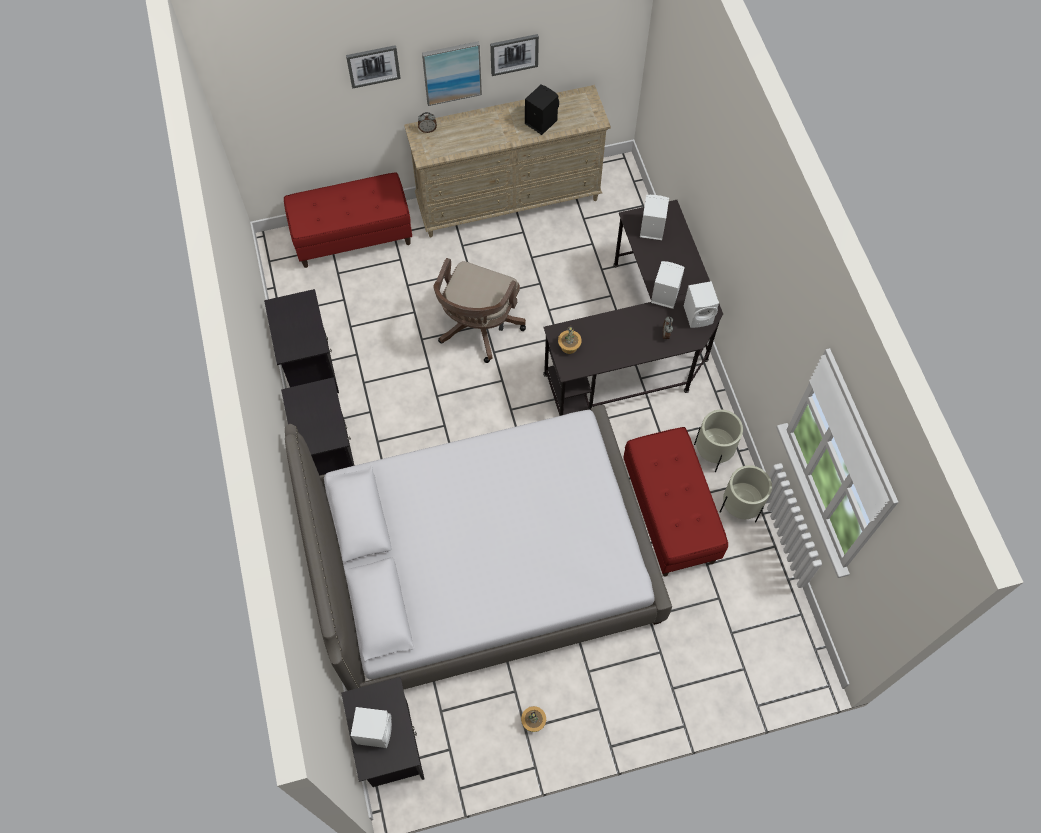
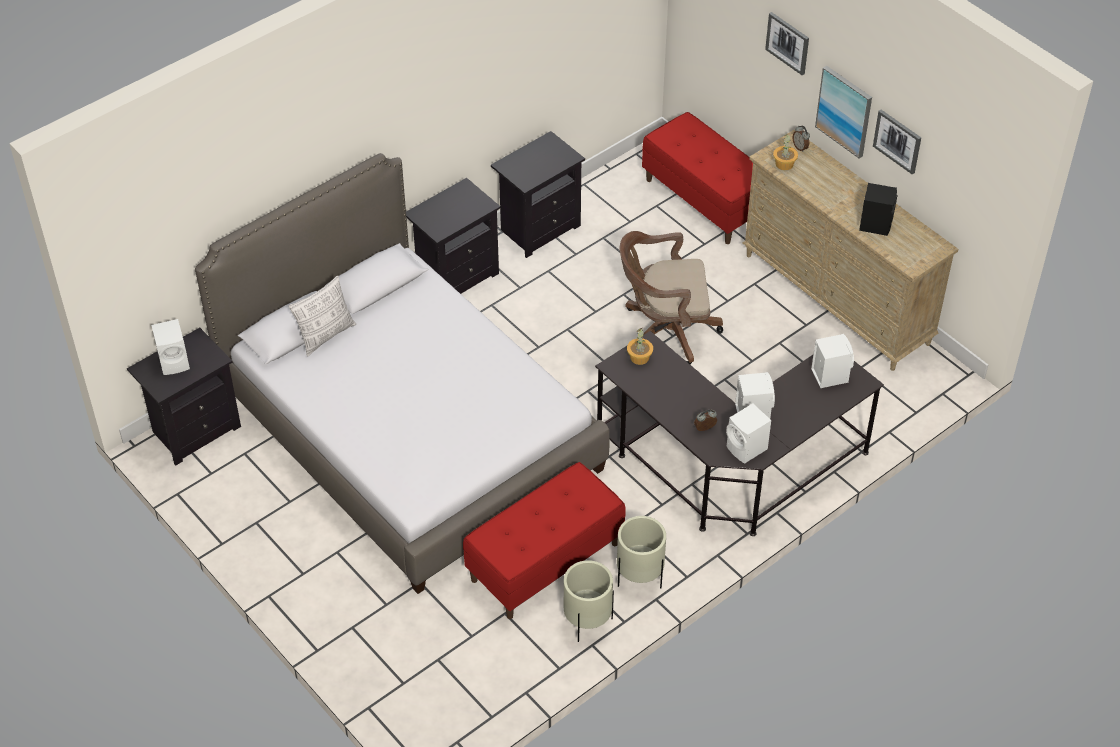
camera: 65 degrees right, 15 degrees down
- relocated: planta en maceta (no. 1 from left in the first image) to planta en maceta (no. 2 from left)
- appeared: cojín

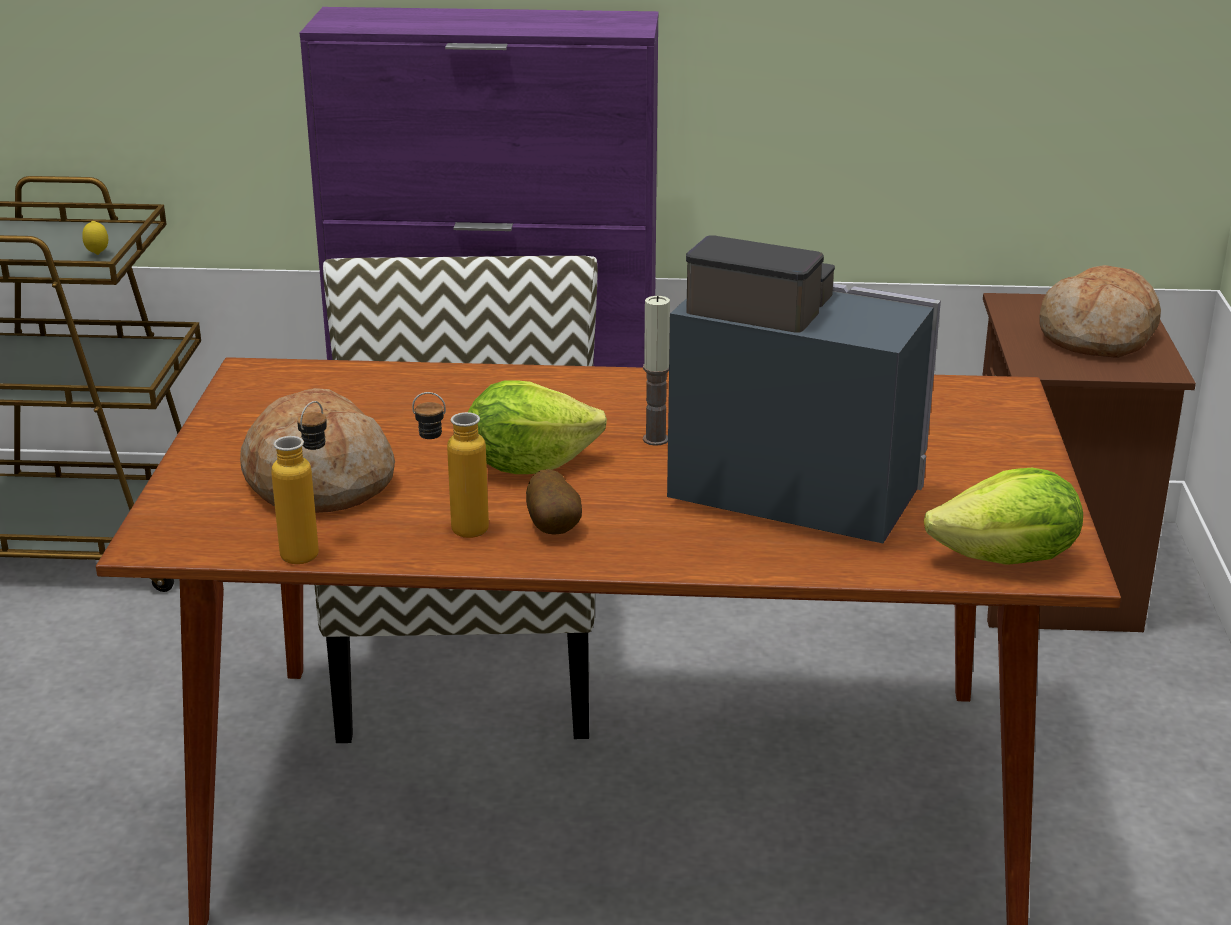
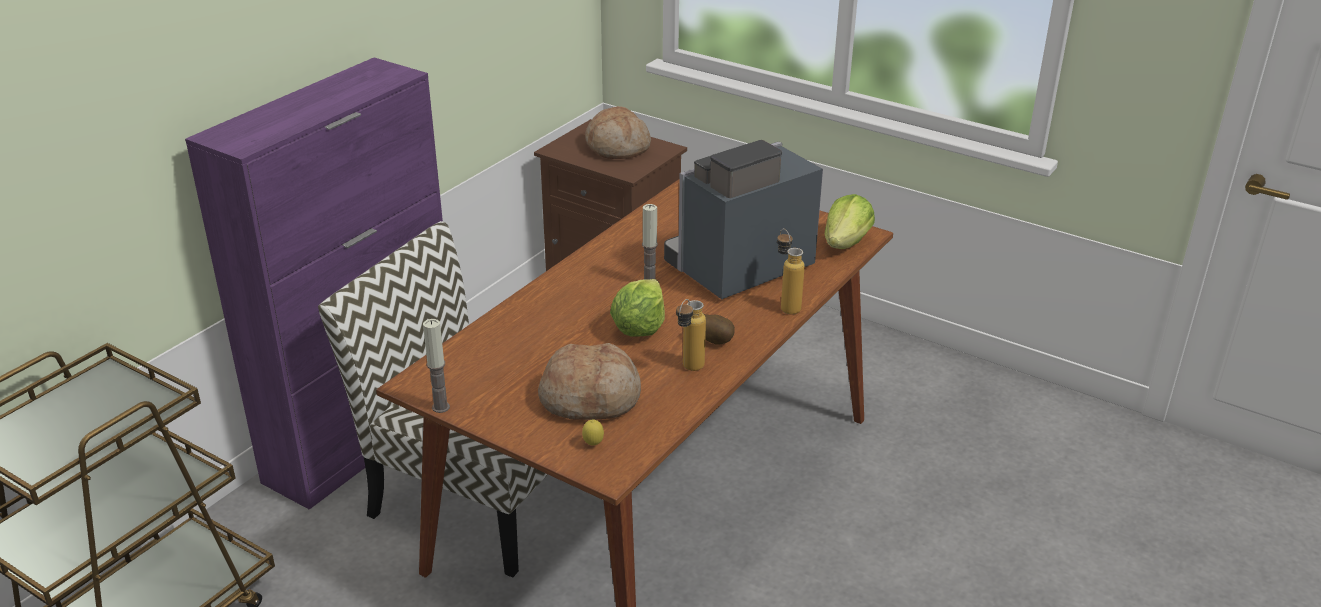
camera: 60 degrees left, 5 degrees up
- relocated: limón
- relocated: botella (no. 1 from left in the first image) to botella (no. 2 from left)
- appeared: vela (no. 1 from left)

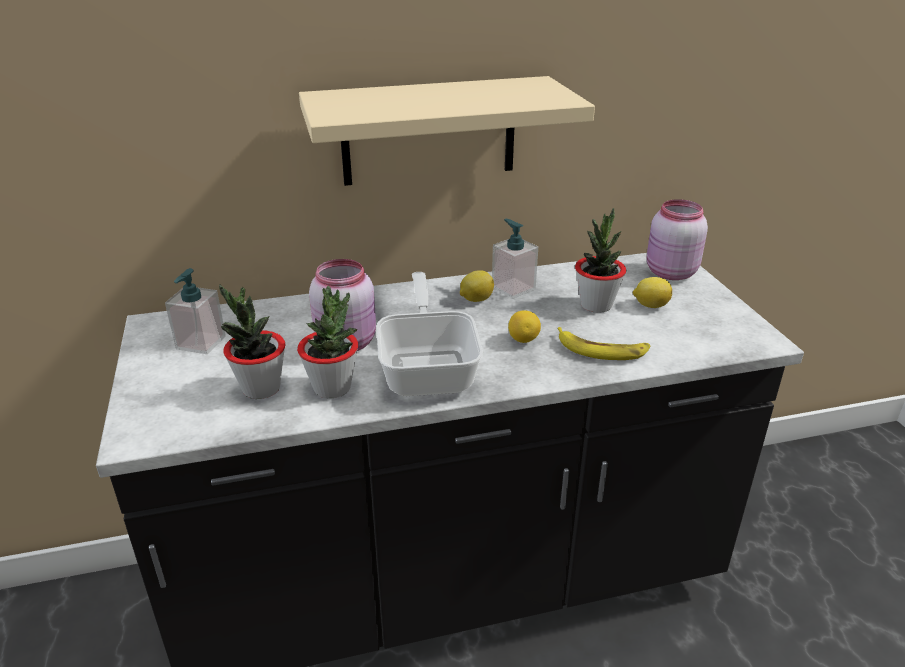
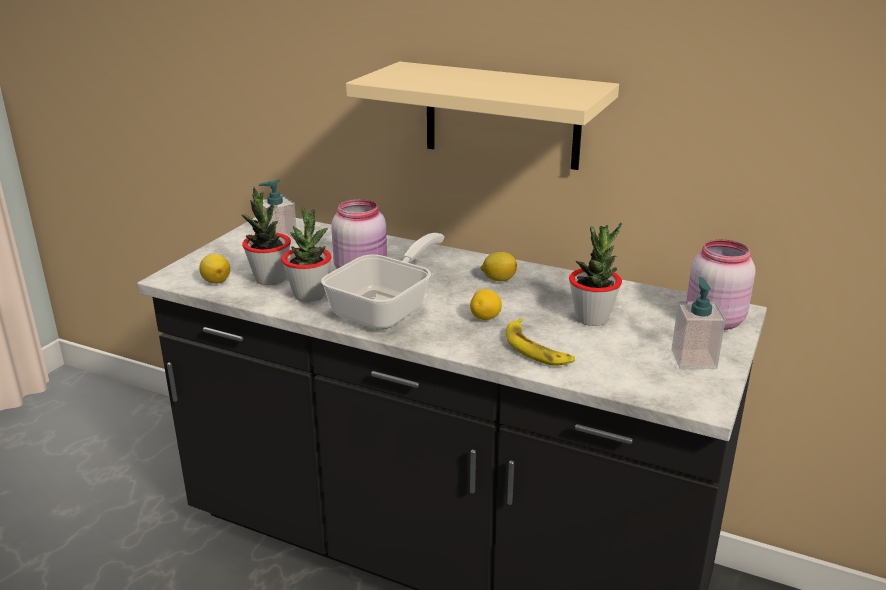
camera: 40 degrees right, 5 degrees down
- relocated: dispensador de jabón (no. 2 from left)
- relocated: limón (no. 3 from left in the first image) to limón (no. 1 from left)

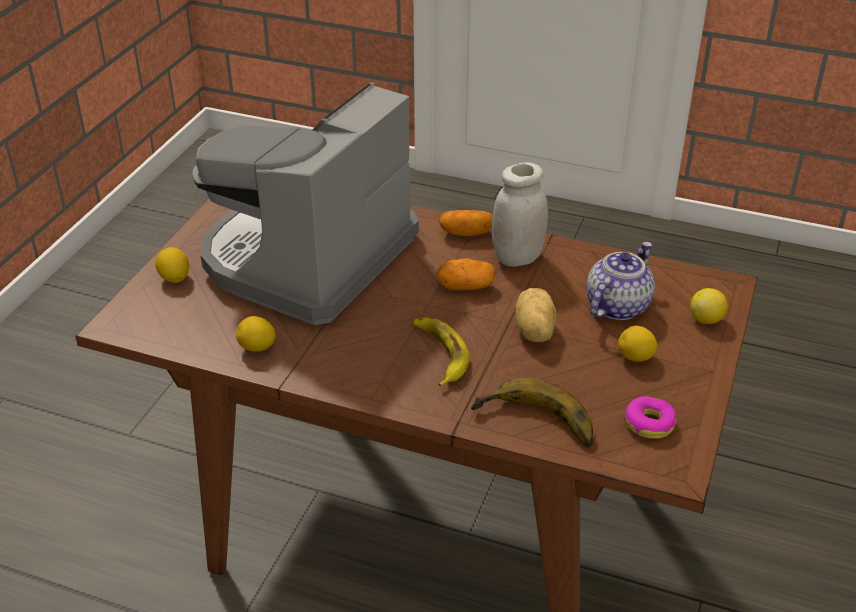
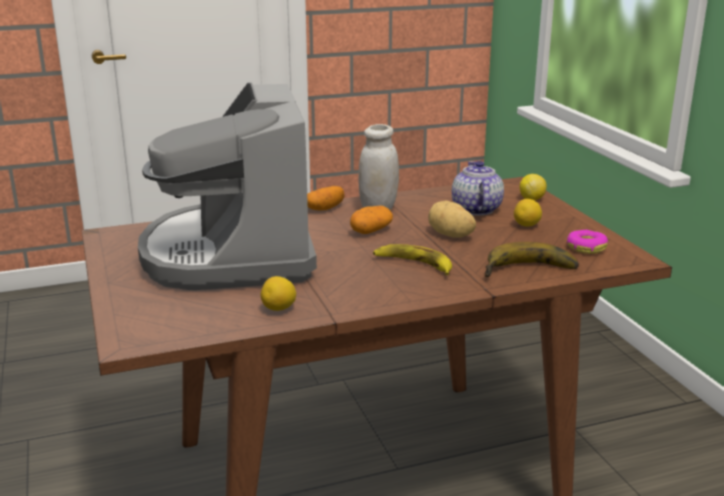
camera: 40 degrees left, 15 degrees down
- missing: limón (no. 1 from left)

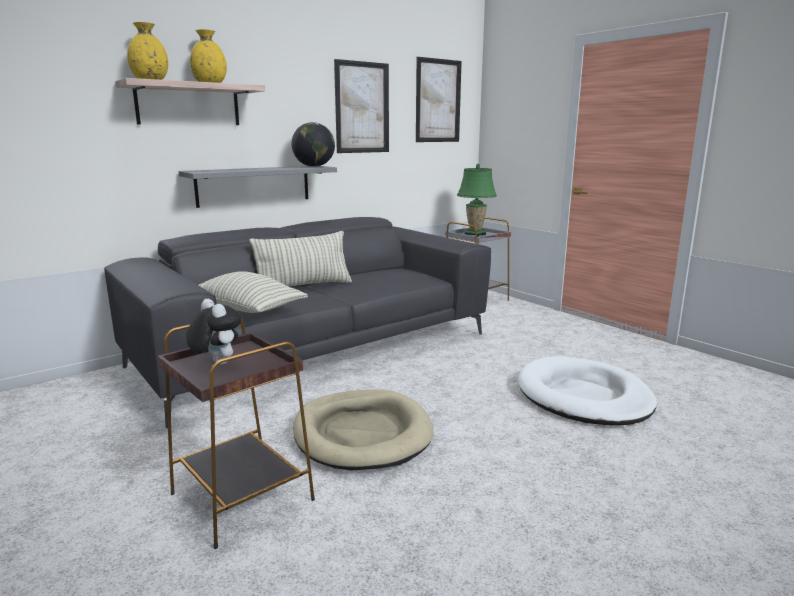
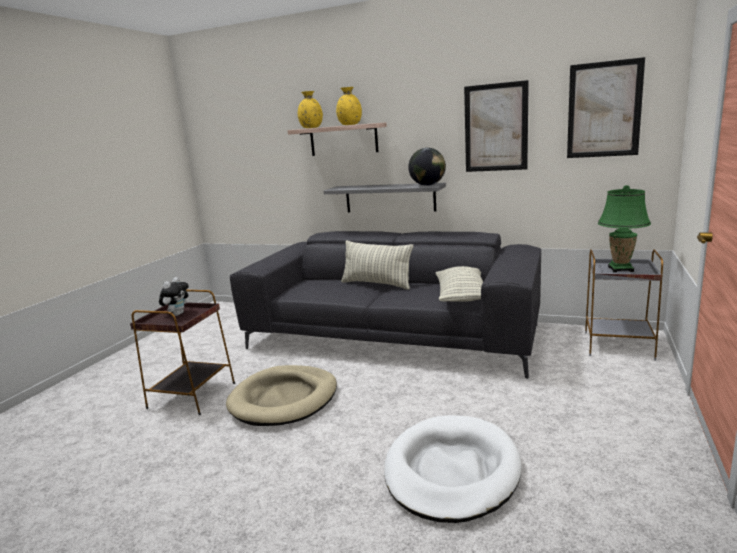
camera: 60 degrees right, 0 degrees up
- relocated: cojín (no. 1 from left in the first image) to cojín (no. 2 from left)

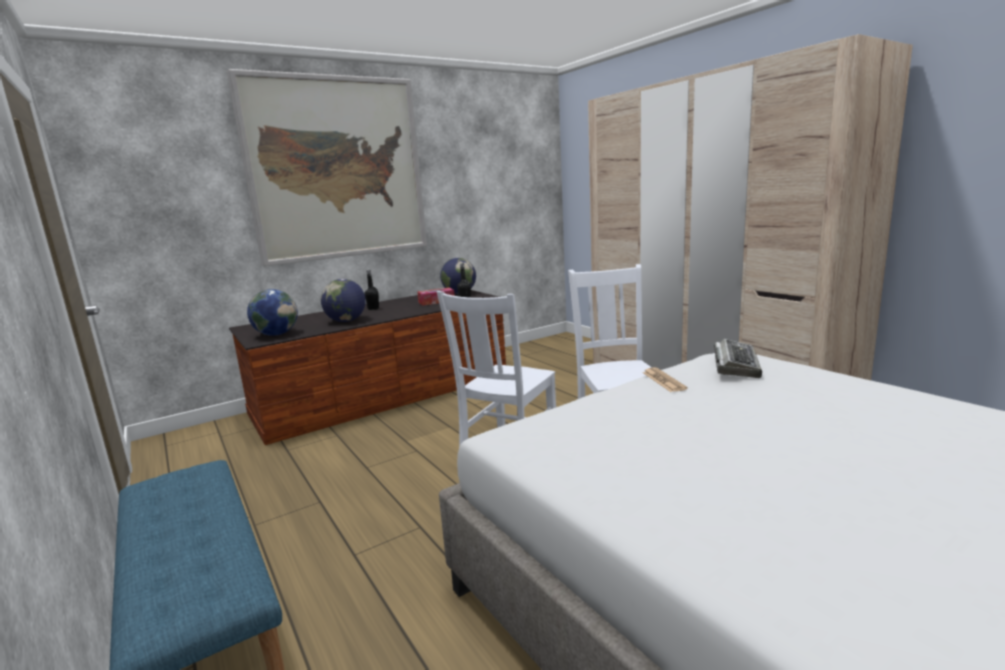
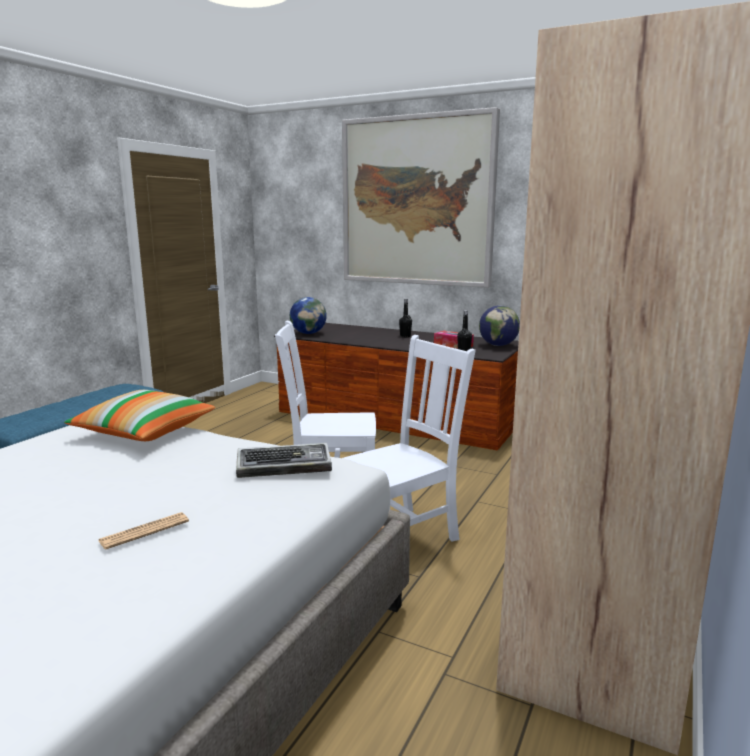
camera: 60 degrees right, 0 degrees up
- missing: globo terráqueo (no. 2 from left)
- relocated: periódico
- appeared: cojín

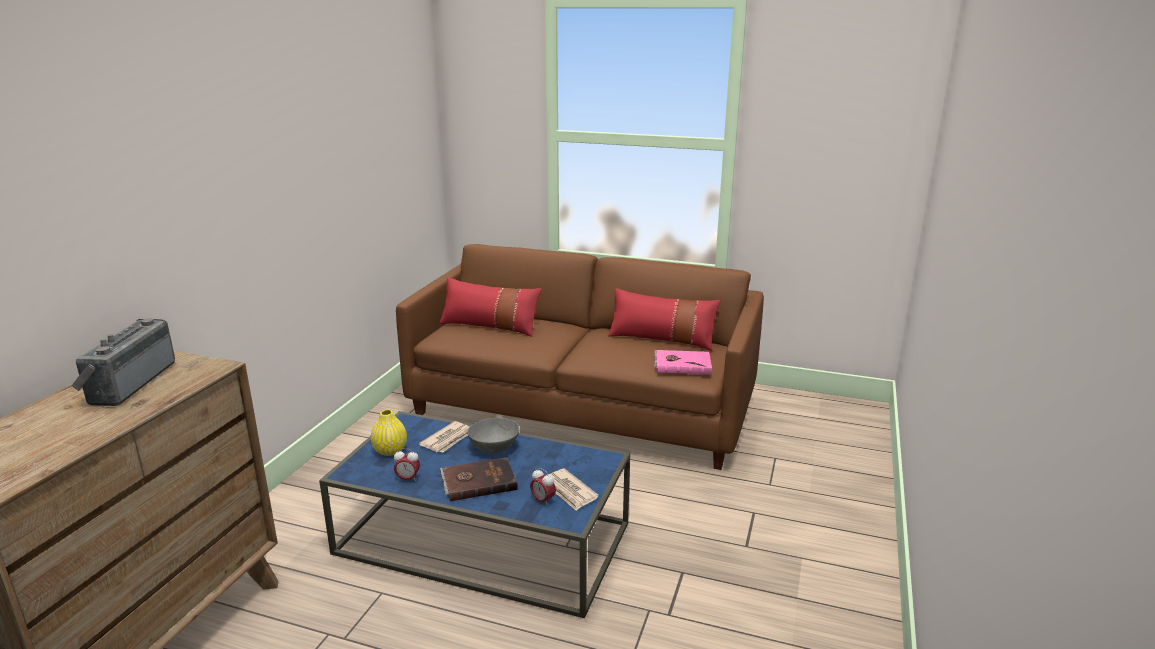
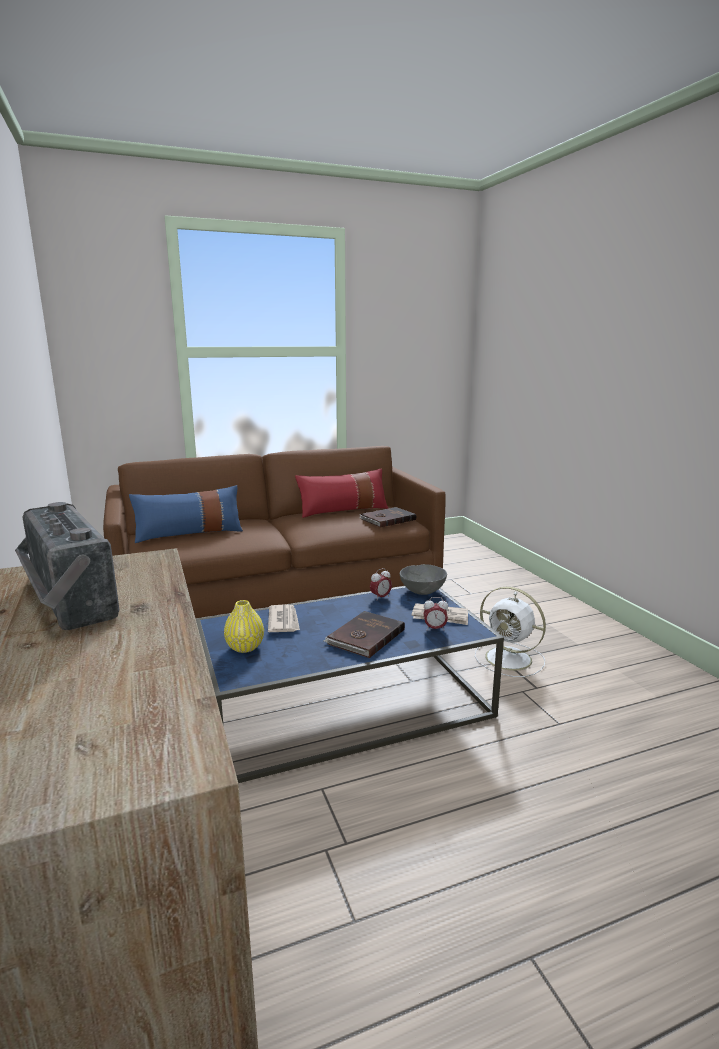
camera: 40 degrees left, 5 degrees down
- relocated: despertador (no. 1 from left)
- colour: cojín/rojo (no. 1 from left) to cojín/azul
- relocated: cuenco/gris
- colour: libro/rosa to libro/marrón (no. 2 from left)
- appeared: ventilador/blanco

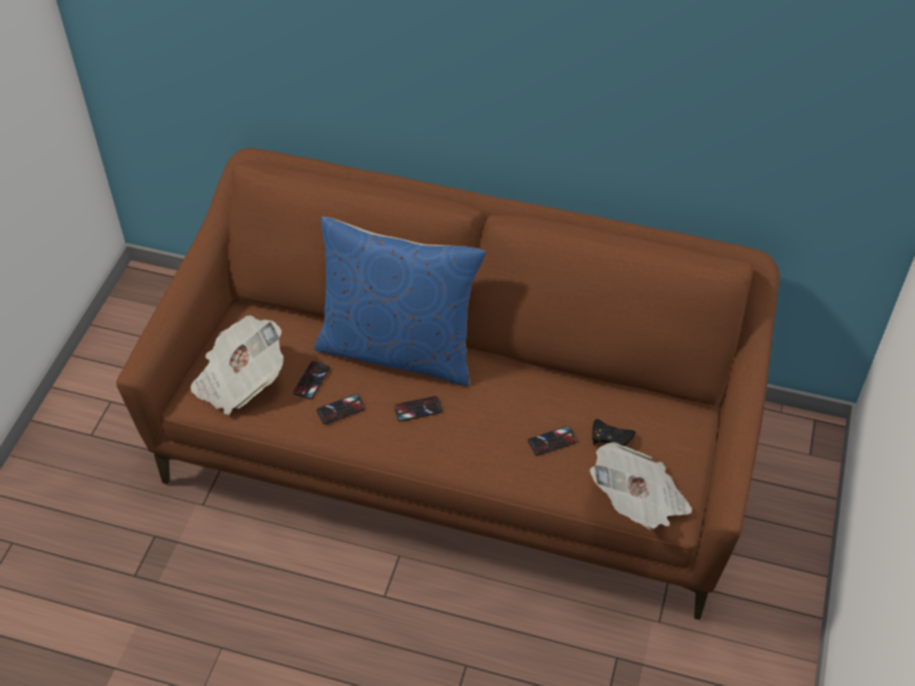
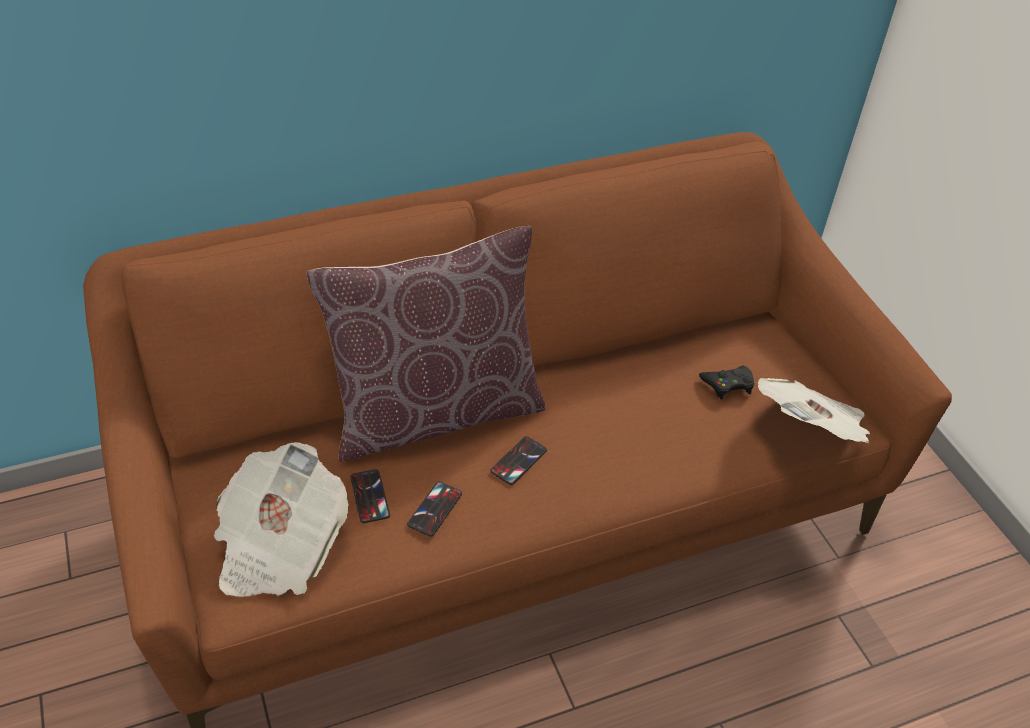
camera: 40 degrees left, 5 degrees down
- colour: cojín/azul to cojín/marrón
- missing: móvil (no. 4 from left)

